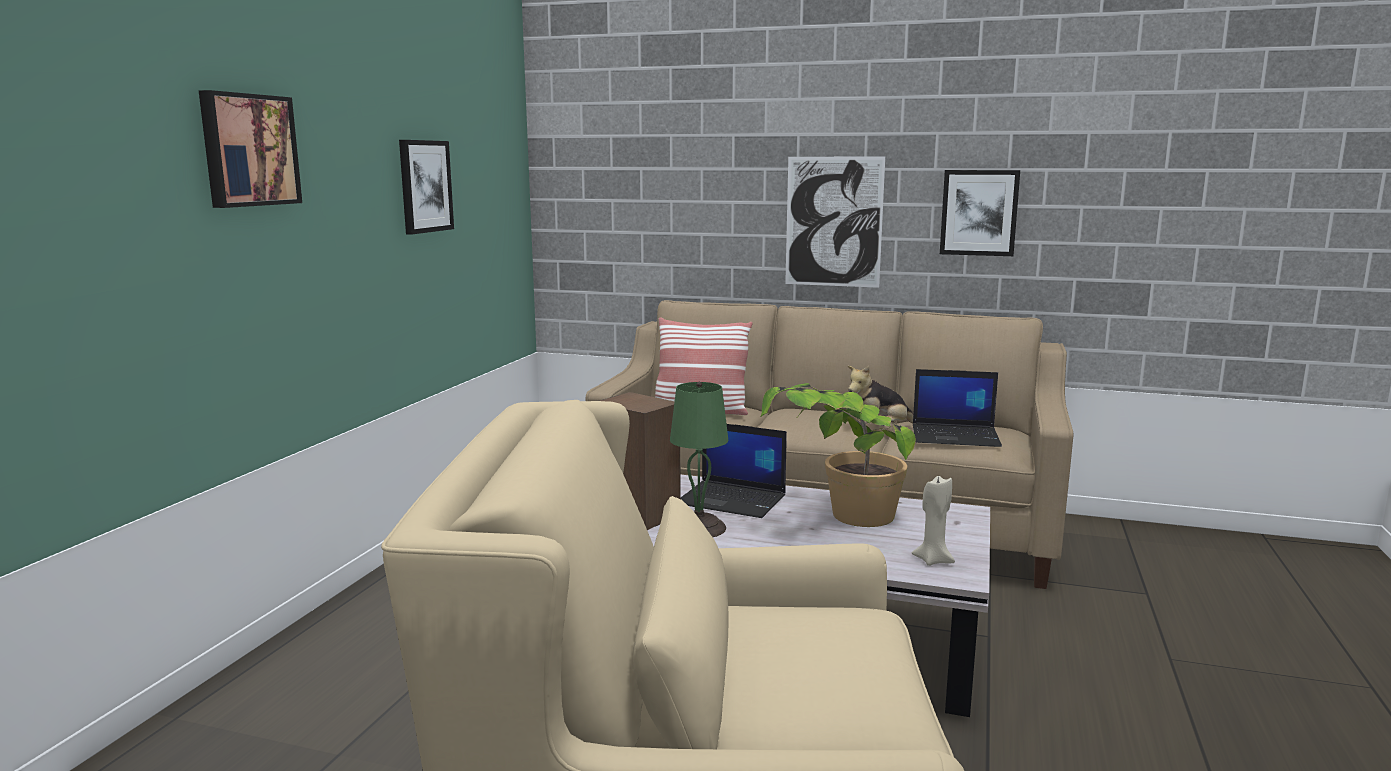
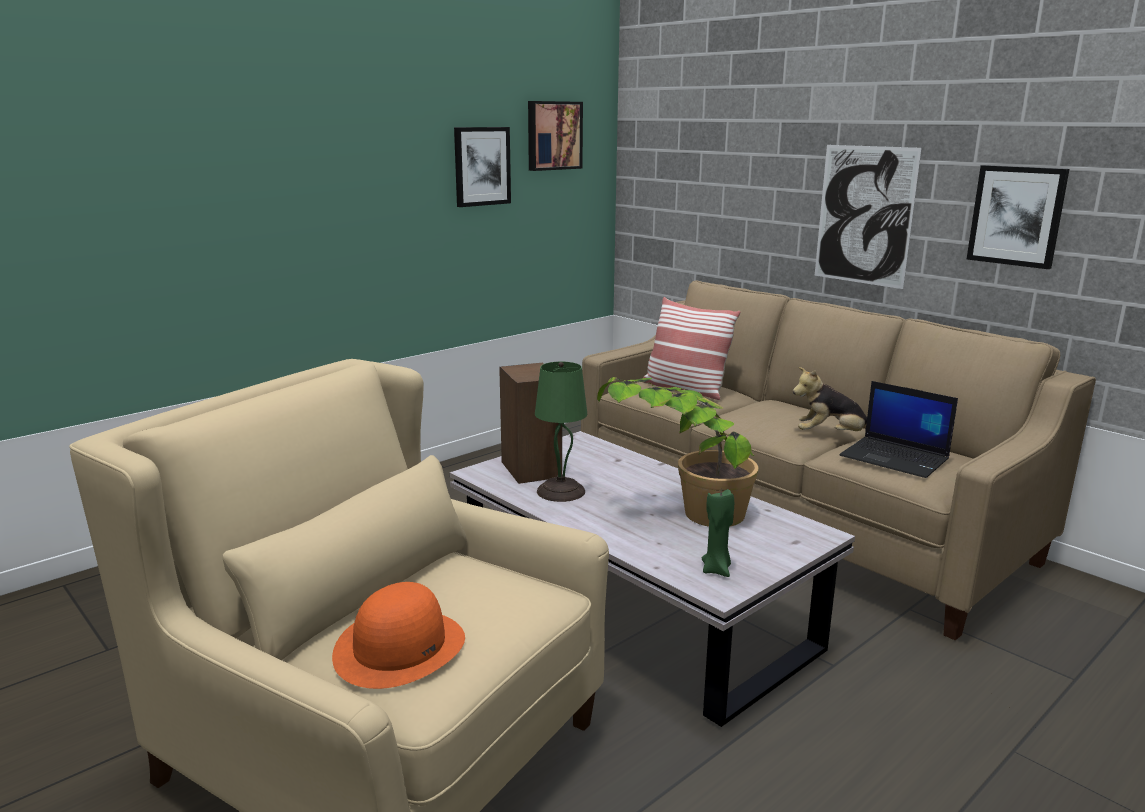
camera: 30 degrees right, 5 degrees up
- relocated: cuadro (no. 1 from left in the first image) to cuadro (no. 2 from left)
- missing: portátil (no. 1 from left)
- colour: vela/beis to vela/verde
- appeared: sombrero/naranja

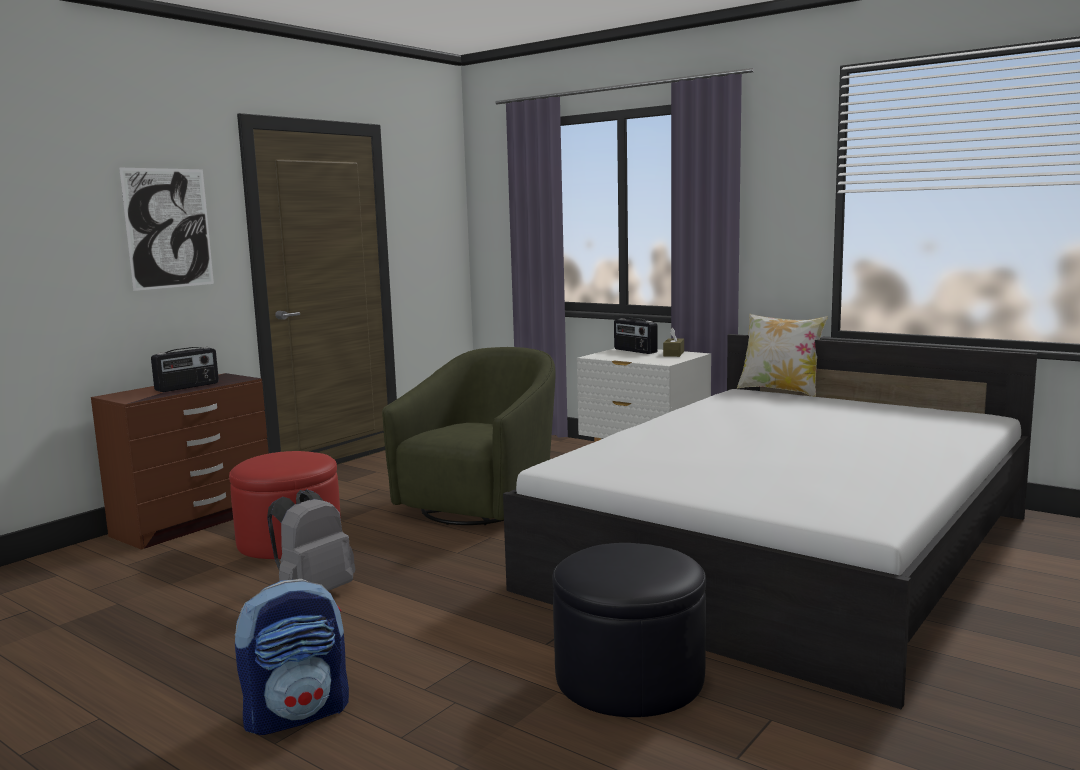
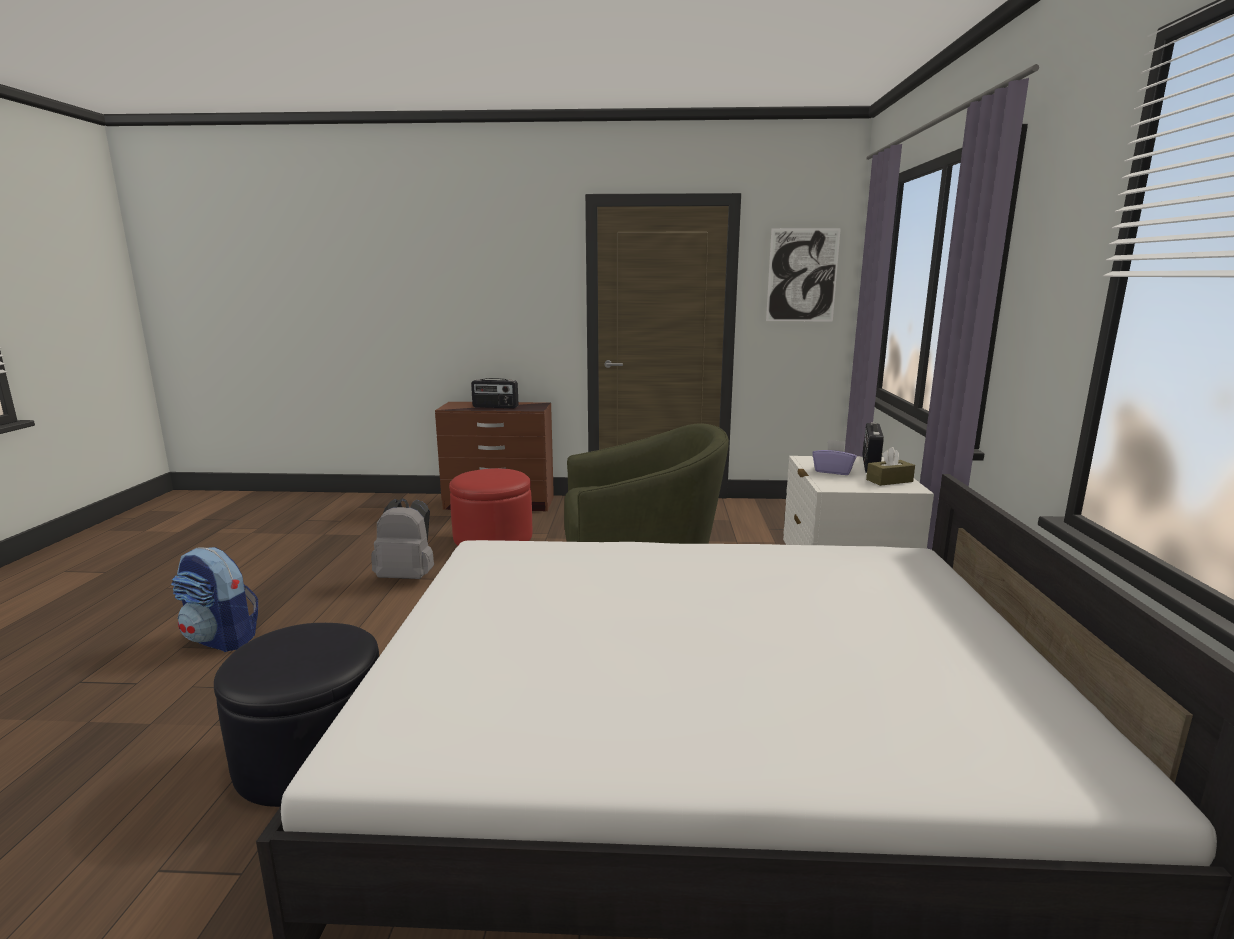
camera: 55 degrees right, 5 degrees up
- relocated: cuadro
- missing: cojín
- appeared: caja de pañuelos/morado

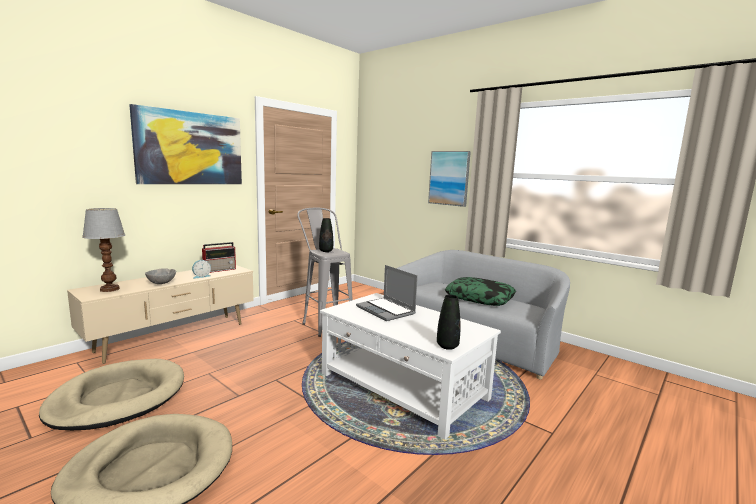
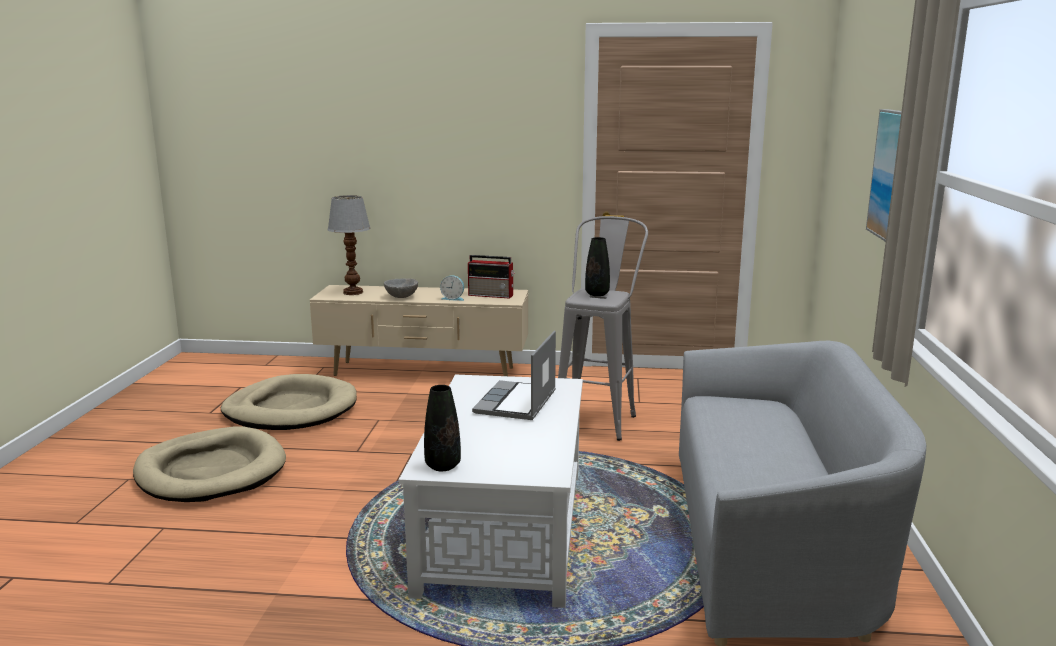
camera: 55 degrees right, 5 degrees up
- missing: cuadro (no. 1 from left)
- missing: cojín

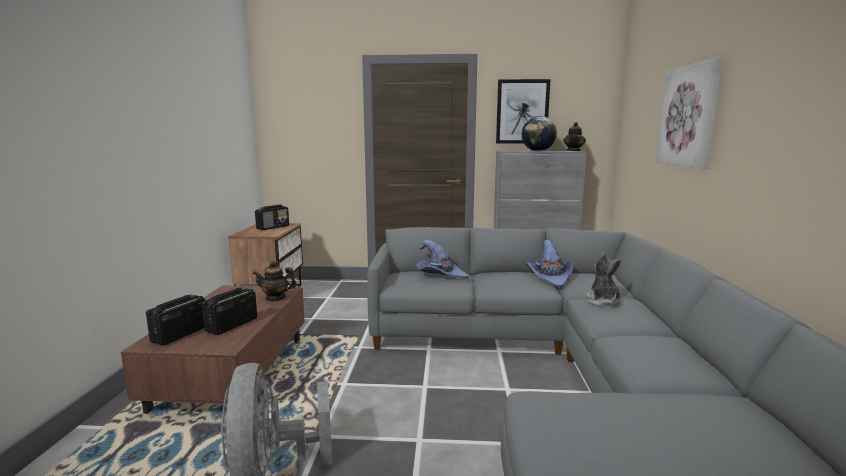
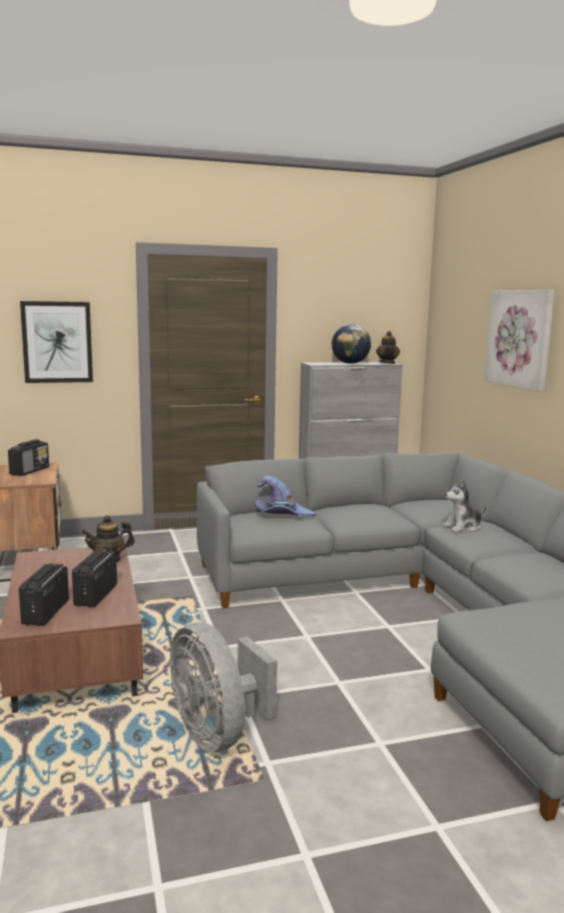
camera: 20 degrees left, 0 degrees up
- relocated: cuadro (no. 1 from left)
- missing: sombrero/morado (no. 2 from left)
- spun: peluche 90 degrees counterclockwise

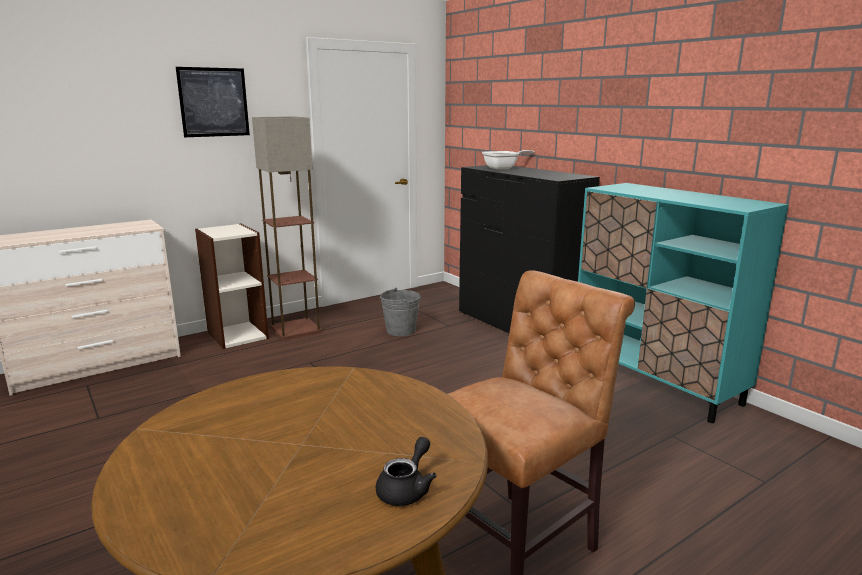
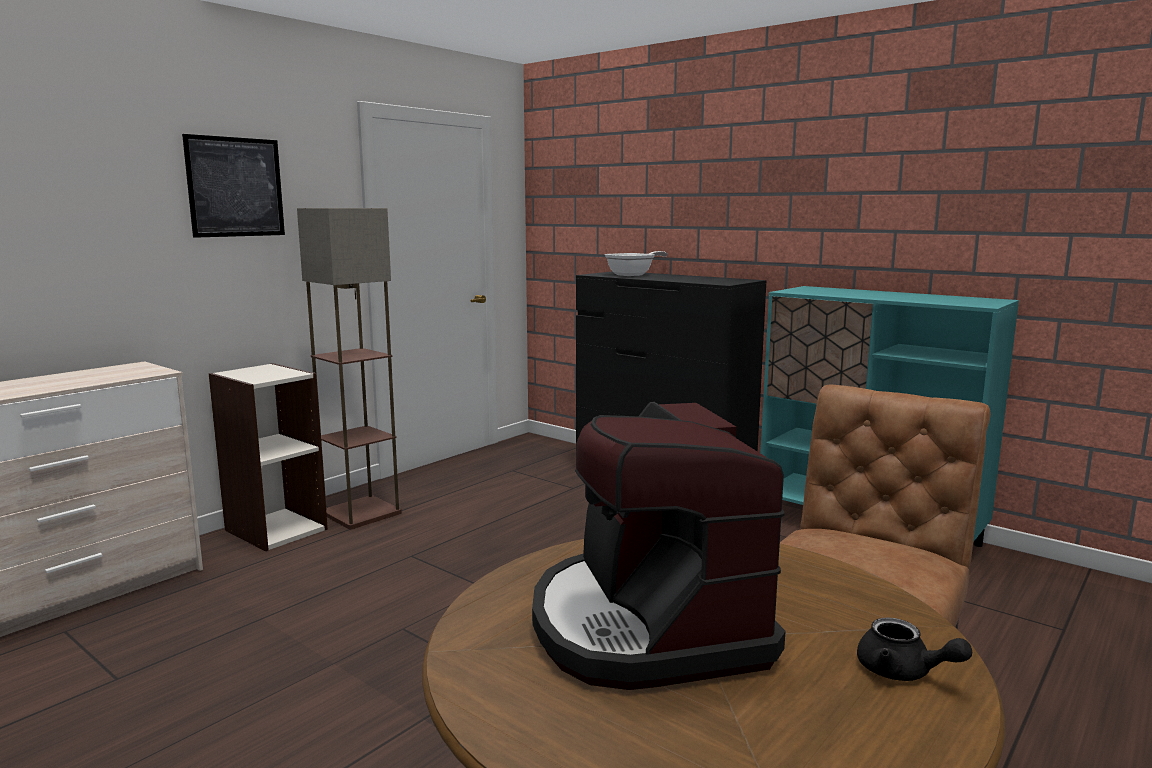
camera: 15 degrees left, 5 degrees down
- spun: tetera/negro 120 degrees clockwise
- missing: cubo/gris
- appeared: cafetera

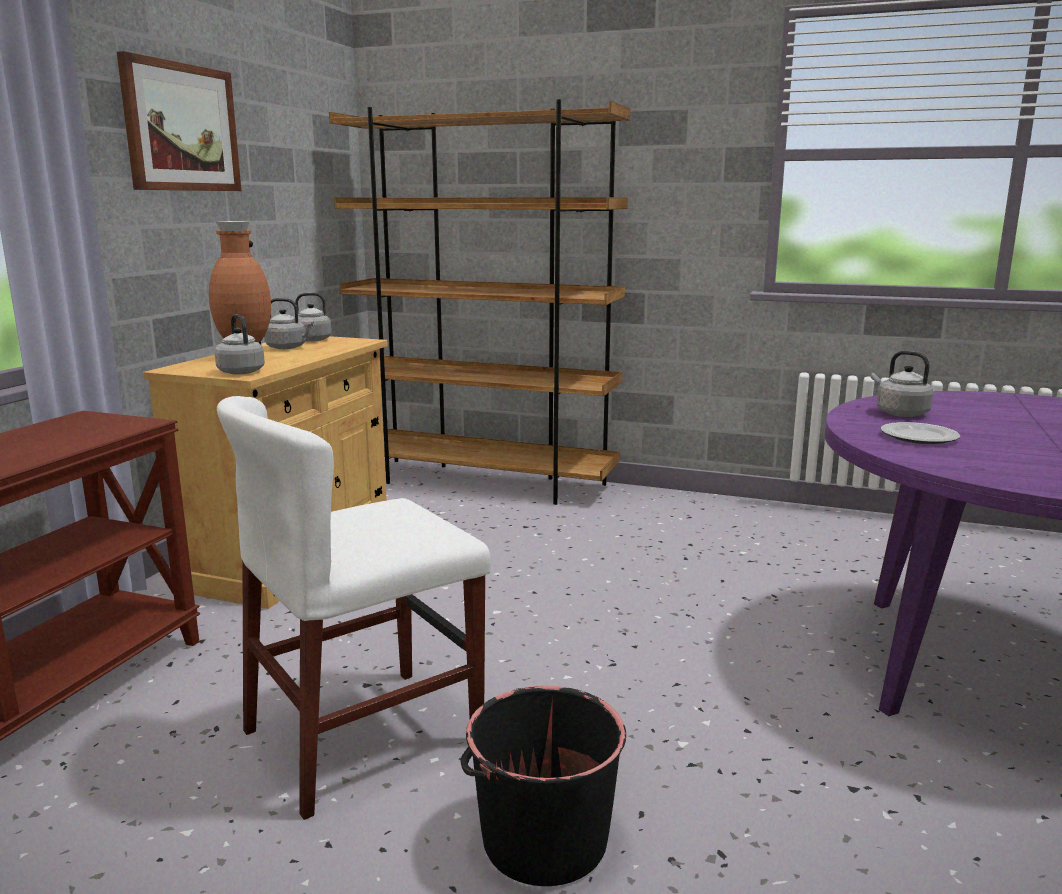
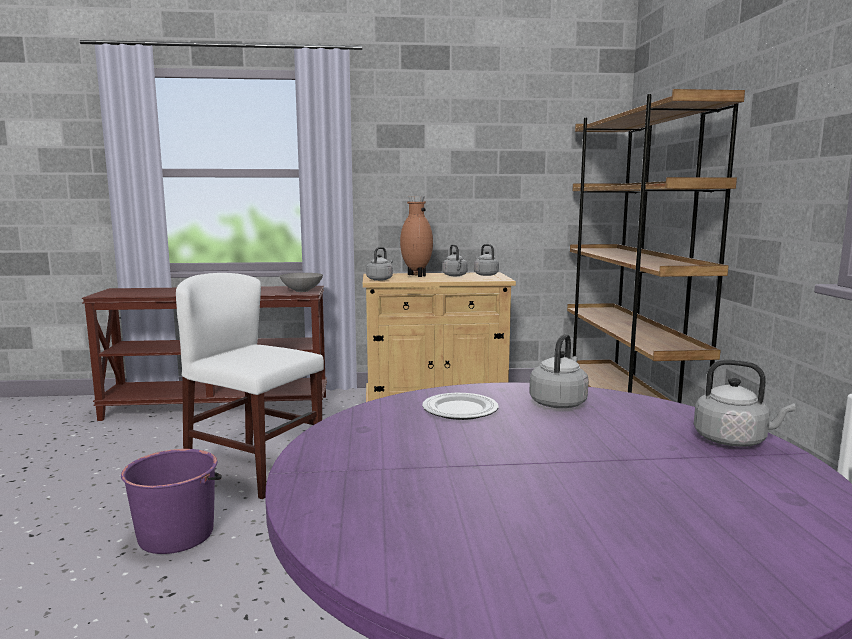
camera: 65 degrees right, 5 degrees down
- missing: cuadro
- colour: cubo/negro to cubo/morado
- appeared: cuenco/gris
- appeared: hervidor/gris (no. 5 from left)

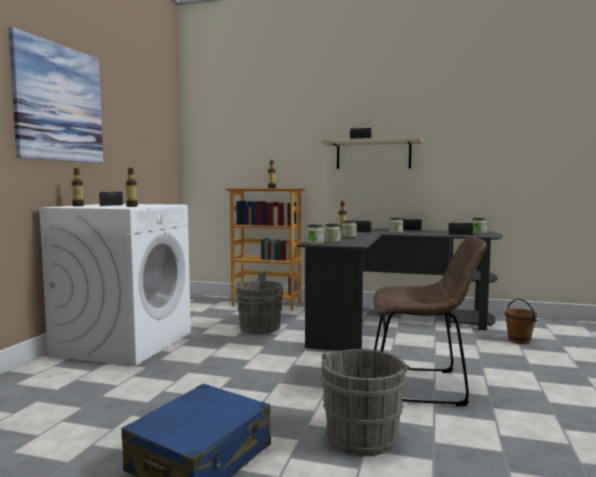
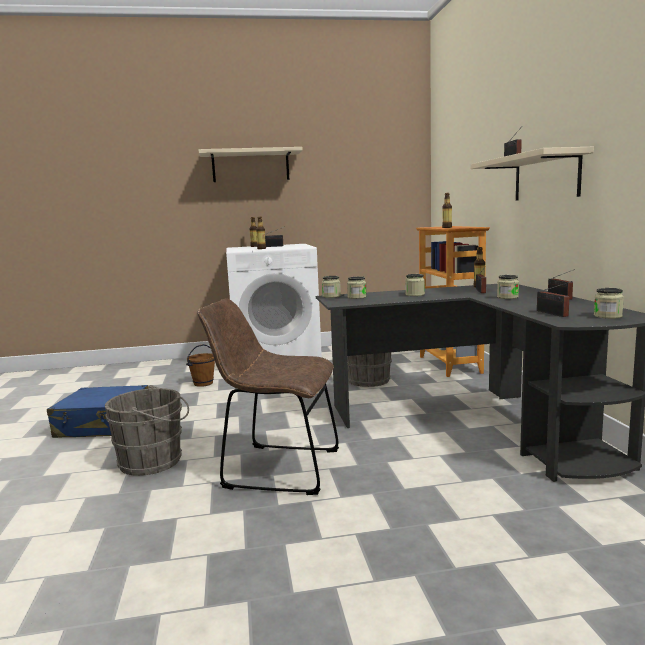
camera: 65 degrees right, 5 degrees up
- exchanged: cuadro to estante/beis (no. 1 from left)
- spun: silla/marrón 120 degrees clockwise
- relocated: cubo/marrón

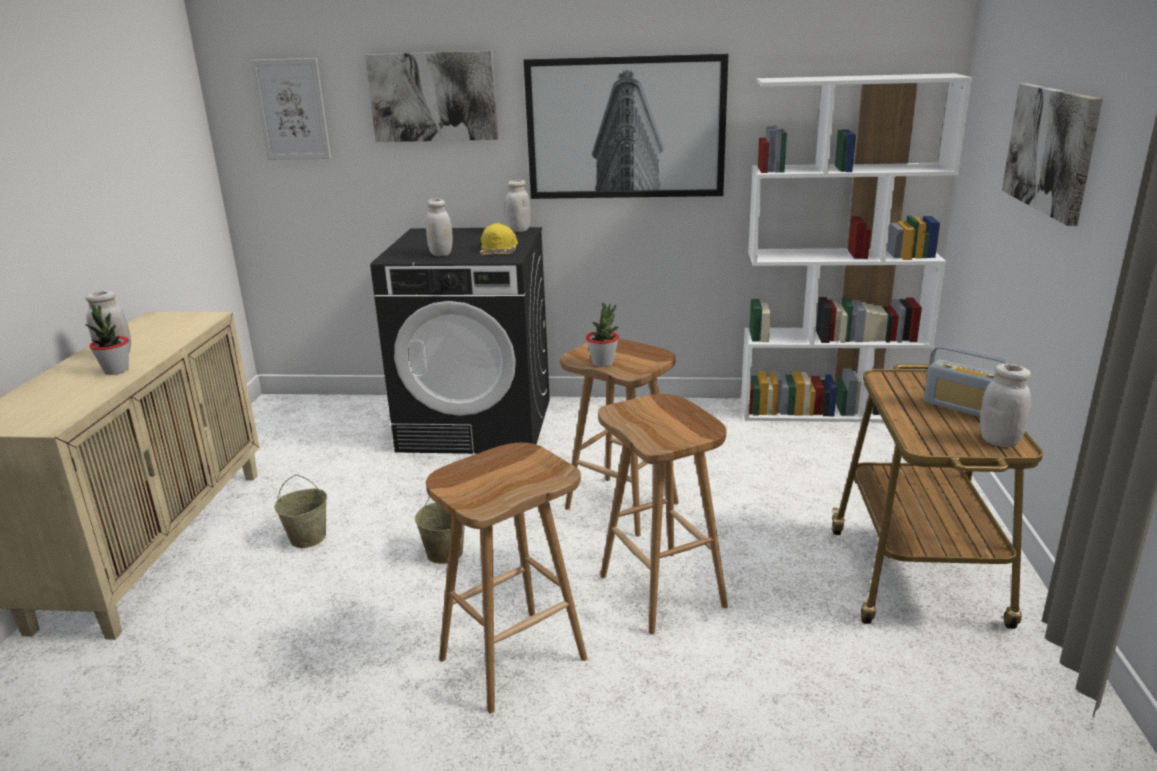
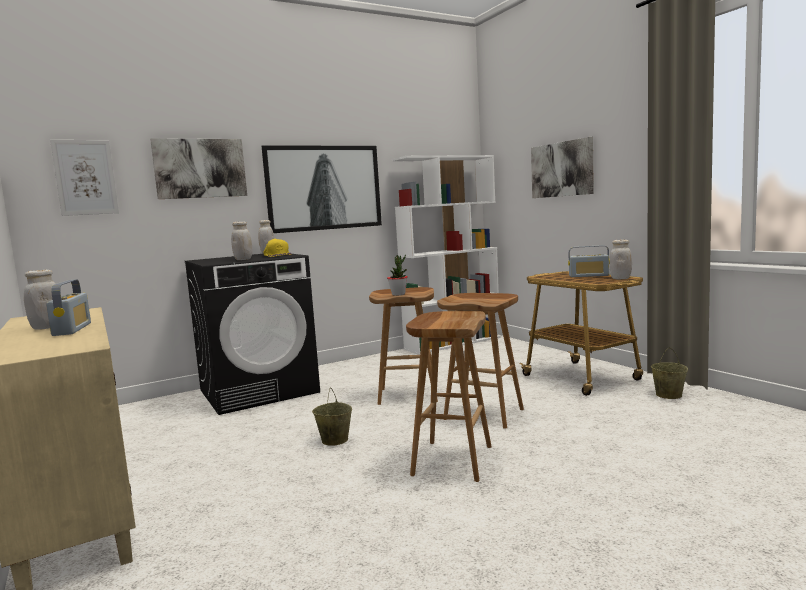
camera: 35 degrees left, 15 degrees down
- exchanged: planta en maceta (no. 1 from left) to radio (no. 1 from left)
- relocated: cubo/beis (no. 1 from left in the first image) to cubo/beis (no. 2 from left)

